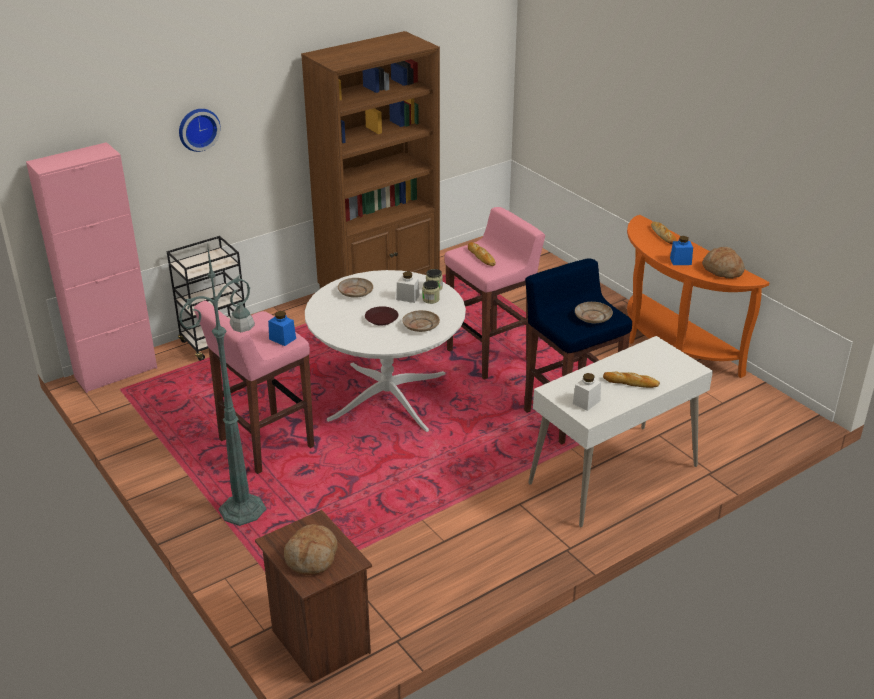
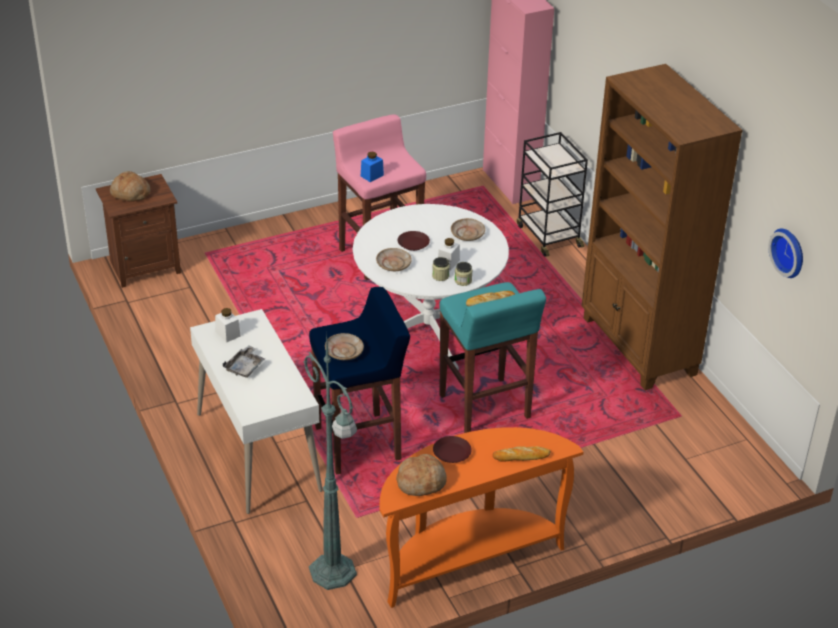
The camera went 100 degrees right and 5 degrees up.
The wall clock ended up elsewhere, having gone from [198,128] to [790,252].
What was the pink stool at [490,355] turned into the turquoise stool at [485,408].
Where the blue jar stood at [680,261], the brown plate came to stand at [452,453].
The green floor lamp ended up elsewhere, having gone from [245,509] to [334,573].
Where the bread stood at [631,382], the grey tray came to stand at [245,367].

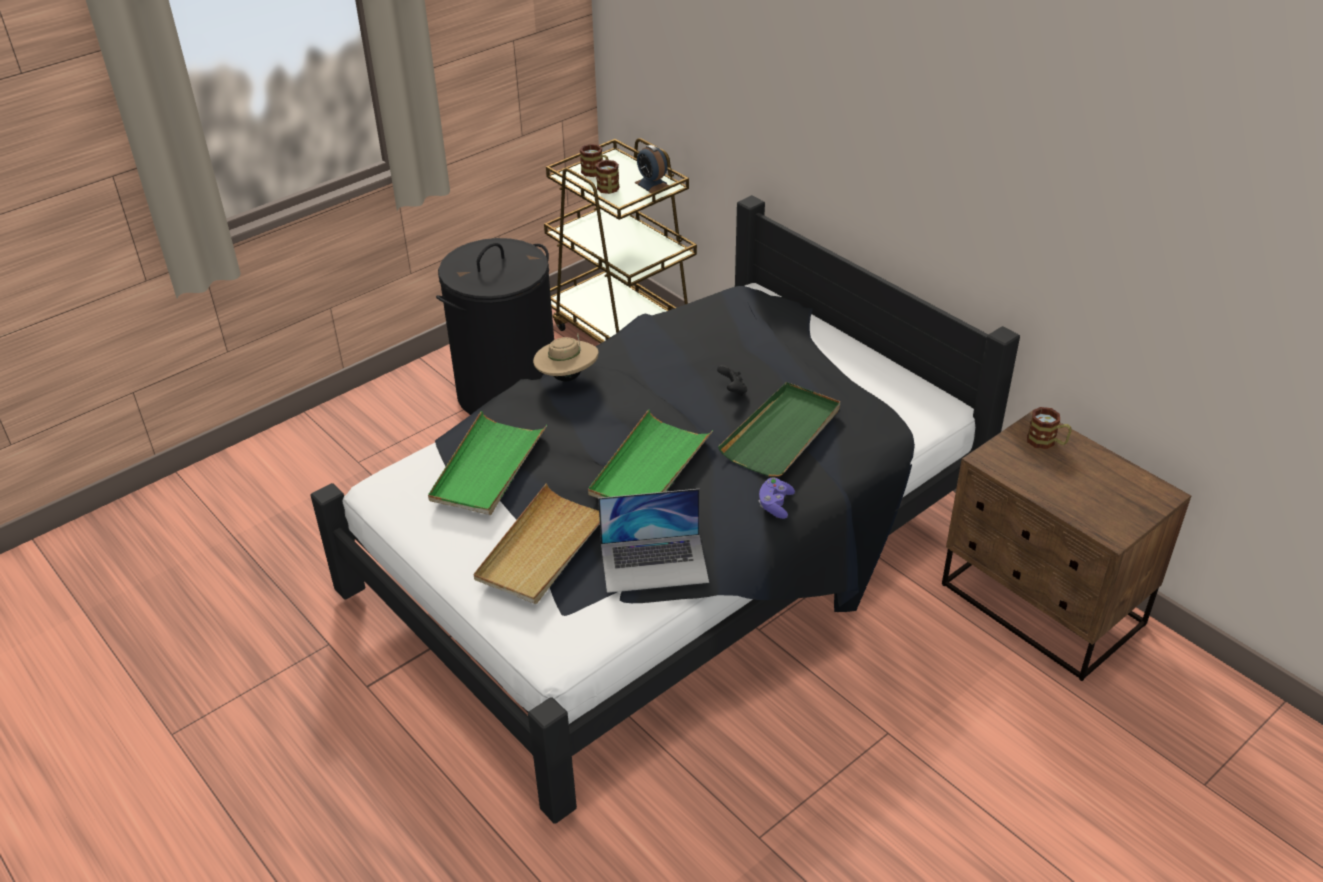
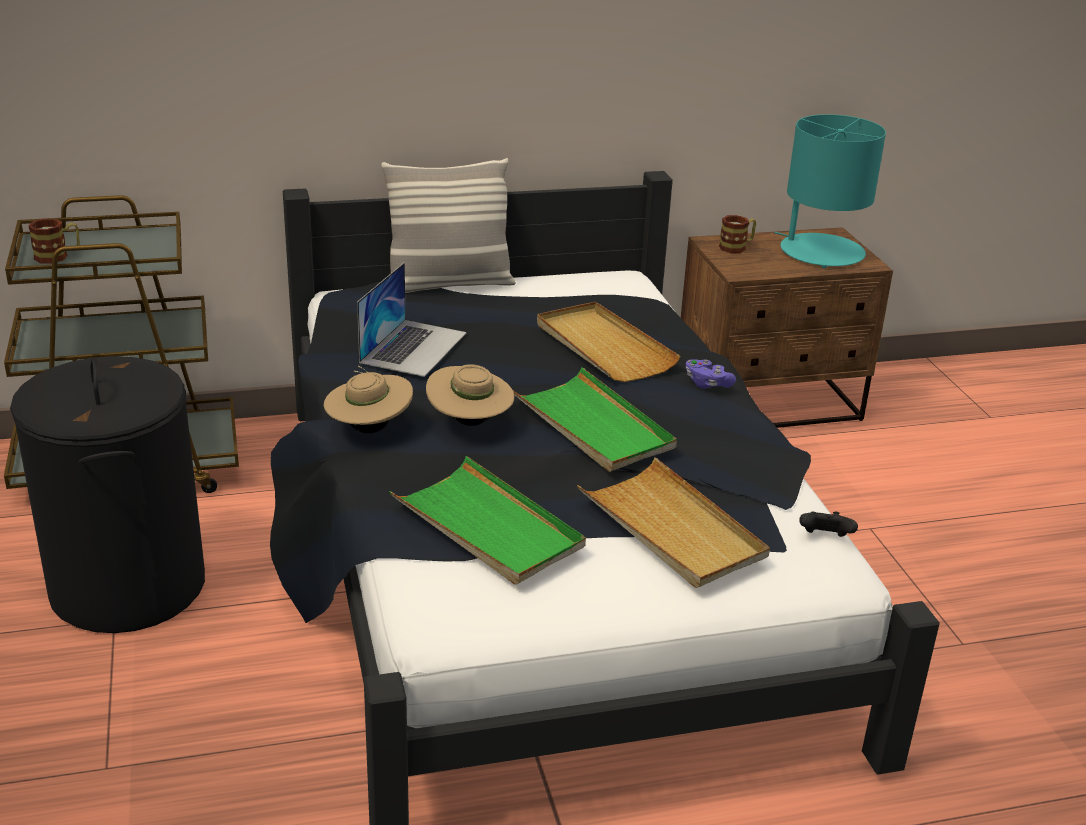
The camera went 65 degrees left and 10 degrees down.
The second view lost the alarm clock at [652,184].
The second view lost the mug at [608,190].
The black game controller ended up elsewhere, having gone from [733,390] to [824,538].
What was the green tray at [782,433] turned into the beige tray at [603,346].
The laptop ended up elsewhere, having gone from [654,562] to [413,347].
The second view gained the turquoise table lamp at [820,252].
The second view gained the pillow at [449,285].
The second view gained the beige hat at [470,422].

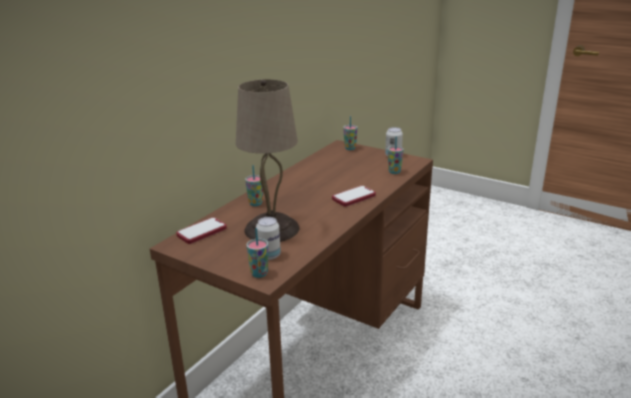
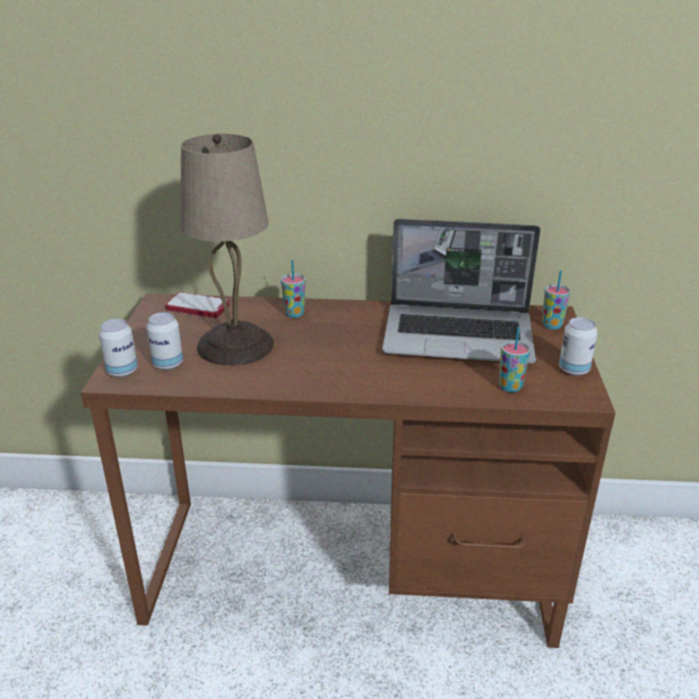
The camera went 60 degrees right and 5 degrees up.
The second view lost the phone at [353,197].
Where the cup stood at [259,273], the can came to stand at [122,371].
The second view gained the laptop at [460,336].

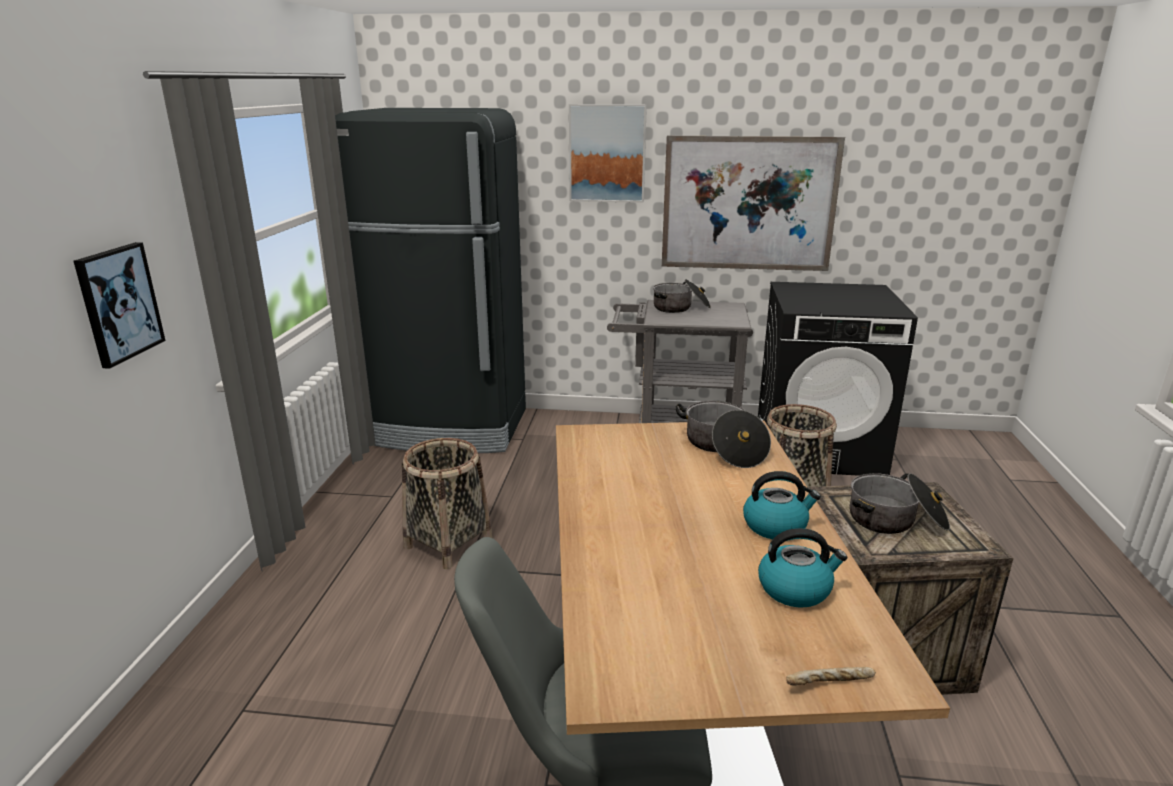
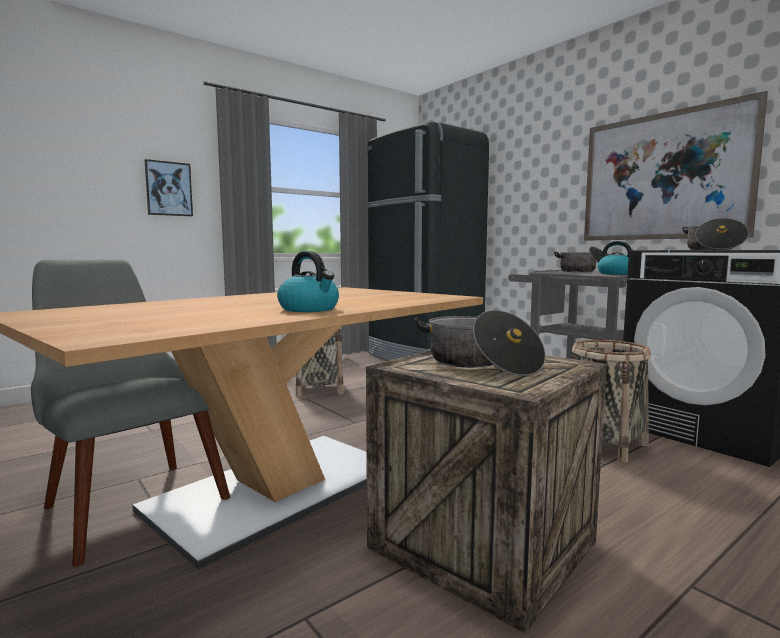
The camera went 45 degrees right and 15 degrees down.
The second view lost the picture at [607,153].
The cooking pot ended up elsewhere, having gone from [723,447] to [713,249].
The kettle ended up elsewhere, having gone from [795,589] to [616,274].
The second view lost the bread at [830,685].

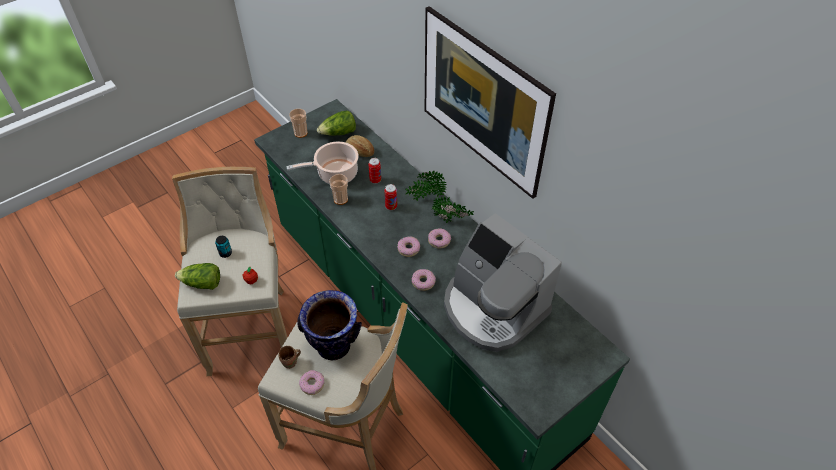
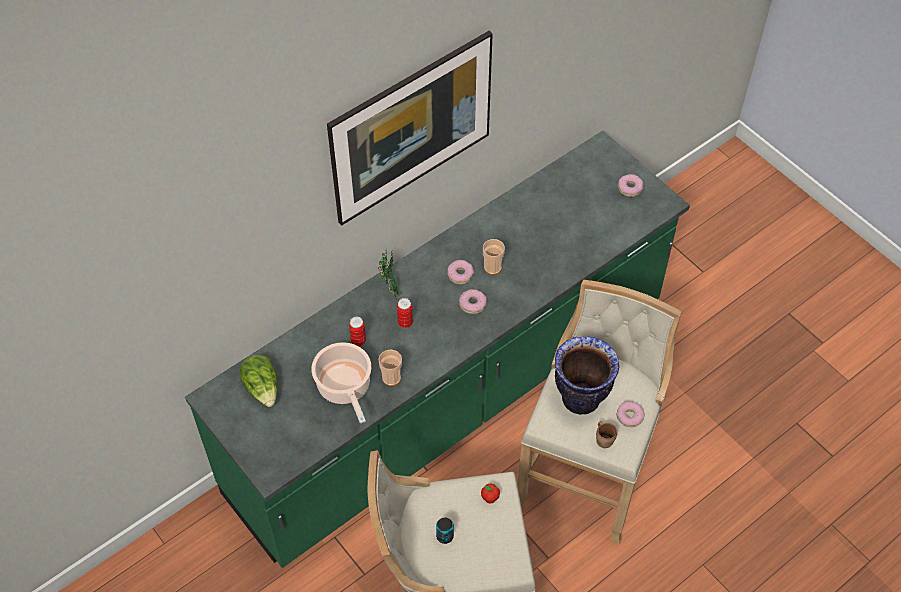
The camera went 90 degrees left and 5 degrees up.
The cup ended up elsewhere, having gone from [300,133] to [492,267].
The second view lost the bread at [359,152].
The second view lost the potted plant at [451,221].
The second view lost the coffee machine at [493,308].
The second view lost the lettuce at [202,283].
The donut ended up elsewhere, having gone from [423,282] to [629,188].

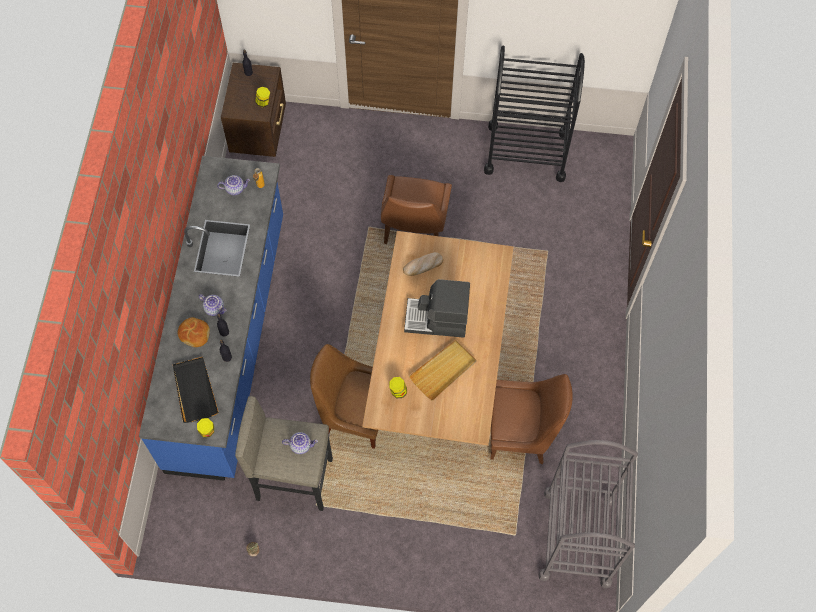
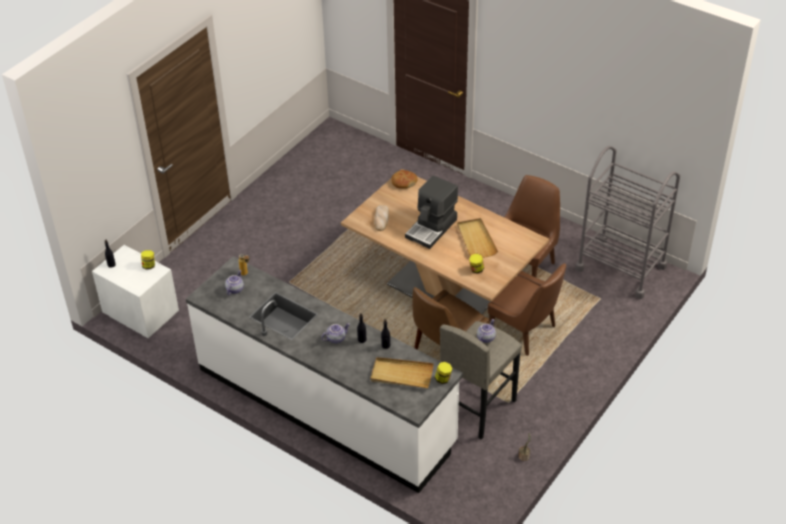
The camera went 60 degrees left and 20 degrees down.
The second view lost the black cart at [526,152].
What was the brown nightstand at [259,130] turned into the white nightstand at [141,315].
What was the blue counter at [229,341] turned into the white counter at [326,406].
The brown chair ended up elsewhere, having gone from [414,229] to [525,332].
The bread ended up elsewhere, having gone from [194,334] to [403,182].
What was the black tray at [195,390] turned into the beige tray at [401,375].

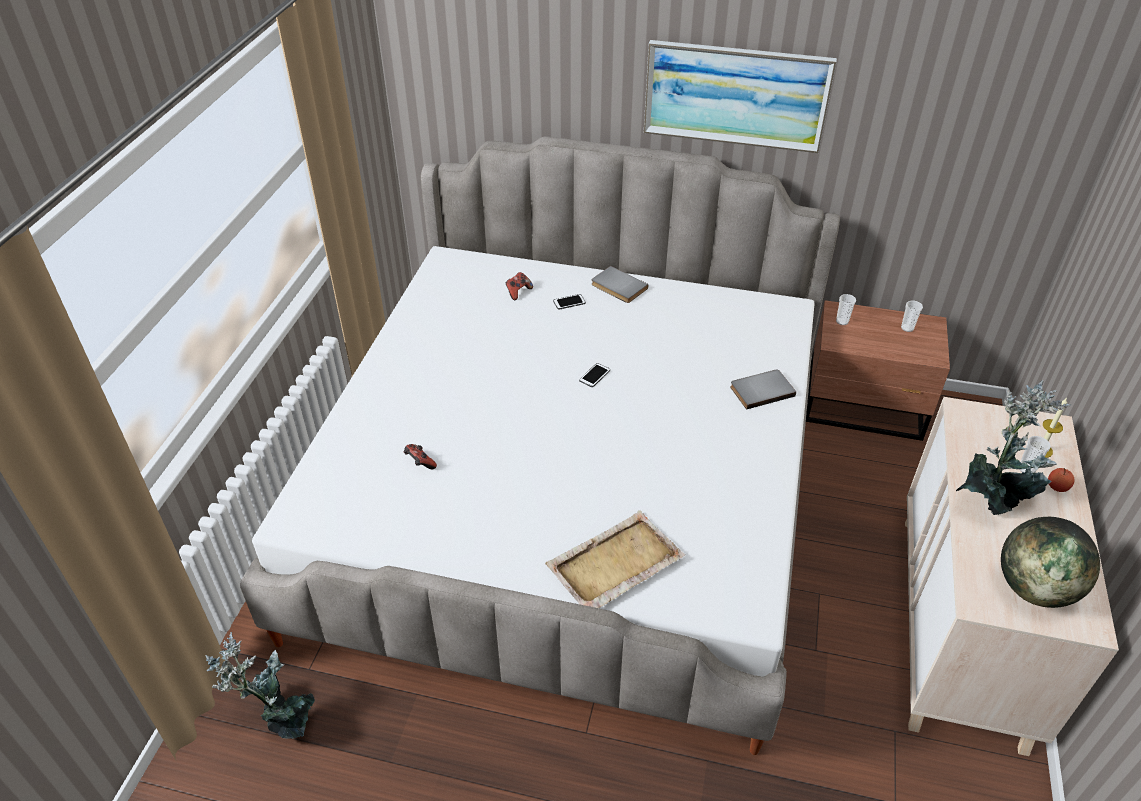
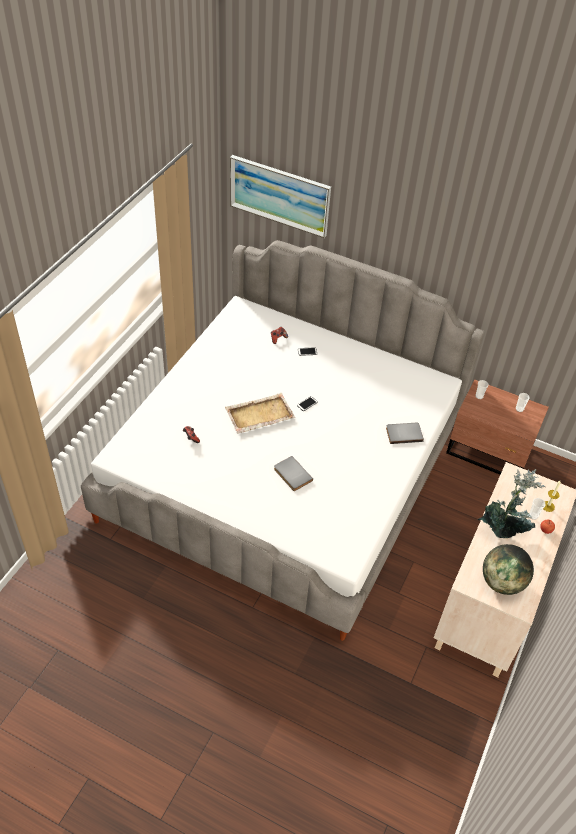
The camera went 10 degrees right and 5 degrees up.
The picture ended up elsewhere, having gone from [736,95] to [279,195].
The grey book ended up elsewhere, having gone from [618,287] to [291,475].
The beige tray ended up elsewhere, having gone from [614,564] to [259,414].
The second view lost the potted plant at [280,719].

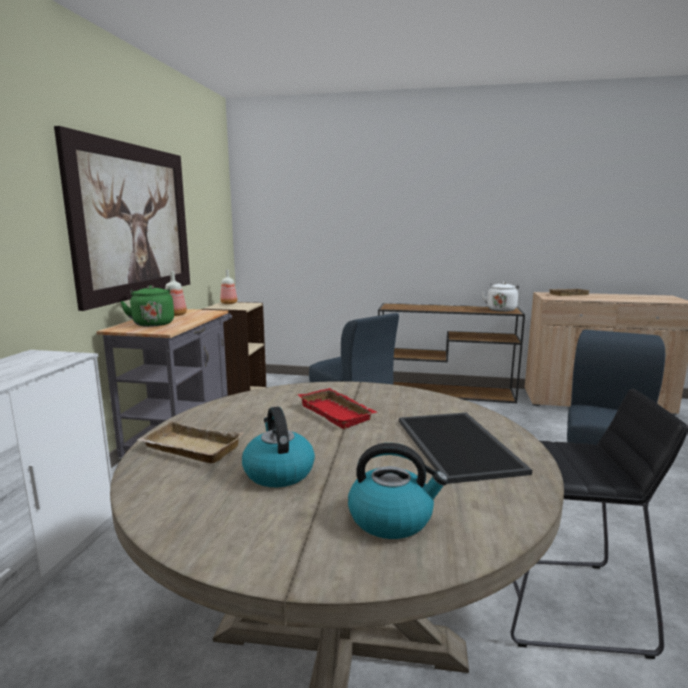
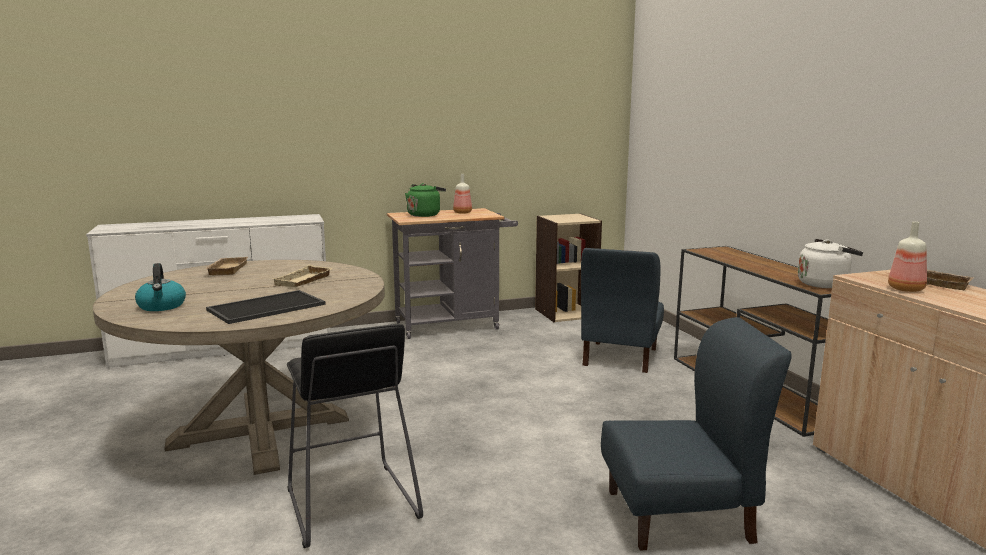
The camera went 60 degrees right and 0 degrees up.
The second view lost the picture at [134,222].
The bottle ended up elsewhere, having gone from [229,303] to [906,289].
What was the red tray at [338,413] turned into the beige tray at [304,281].
The second view lost the kettle at [278,472].

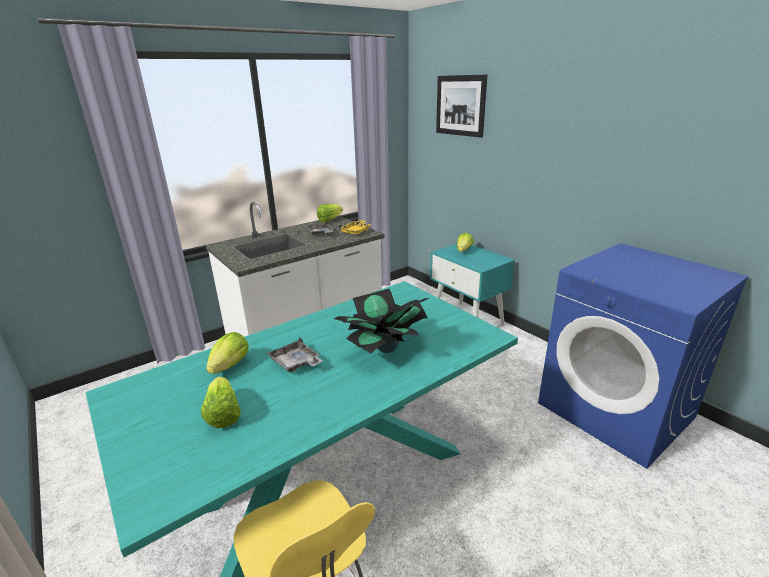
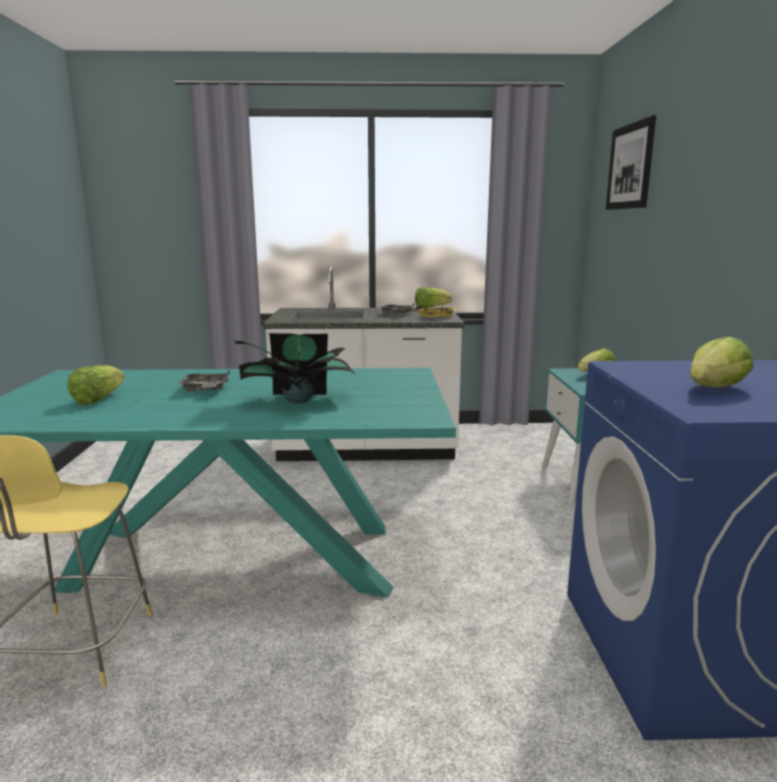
The camera went 35 degrees right and 10 degrees down.
The lettuce ended up elsewhere, having gone from [230,366] to [715,388].

